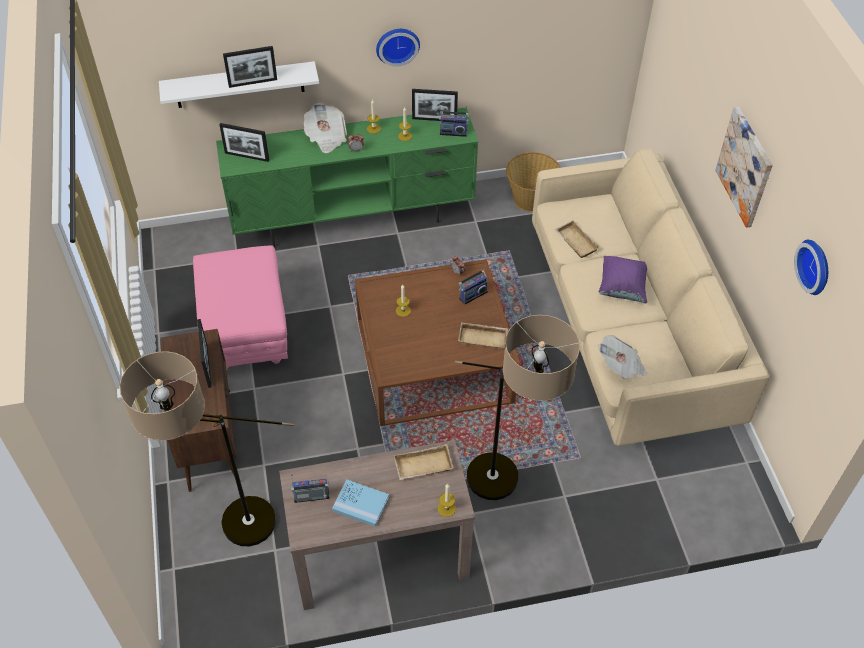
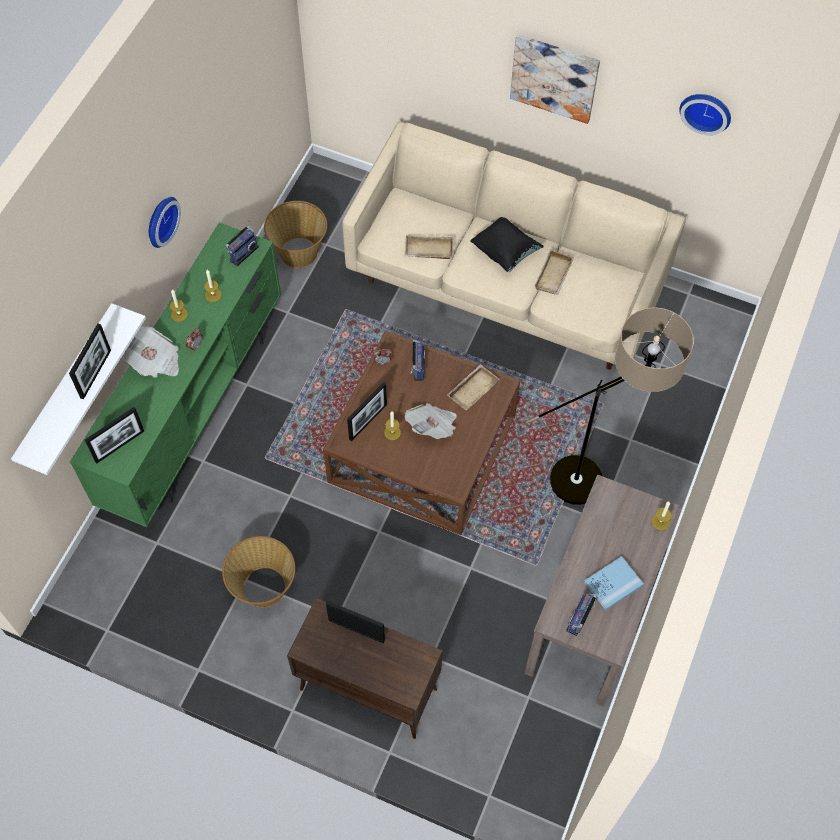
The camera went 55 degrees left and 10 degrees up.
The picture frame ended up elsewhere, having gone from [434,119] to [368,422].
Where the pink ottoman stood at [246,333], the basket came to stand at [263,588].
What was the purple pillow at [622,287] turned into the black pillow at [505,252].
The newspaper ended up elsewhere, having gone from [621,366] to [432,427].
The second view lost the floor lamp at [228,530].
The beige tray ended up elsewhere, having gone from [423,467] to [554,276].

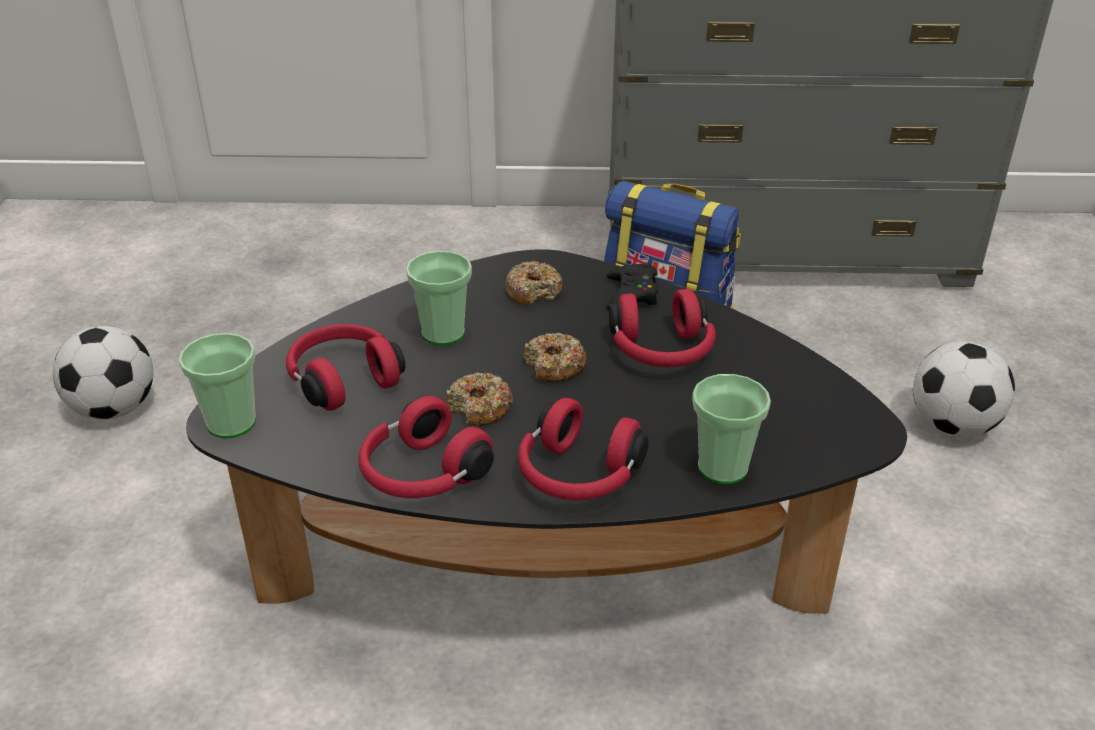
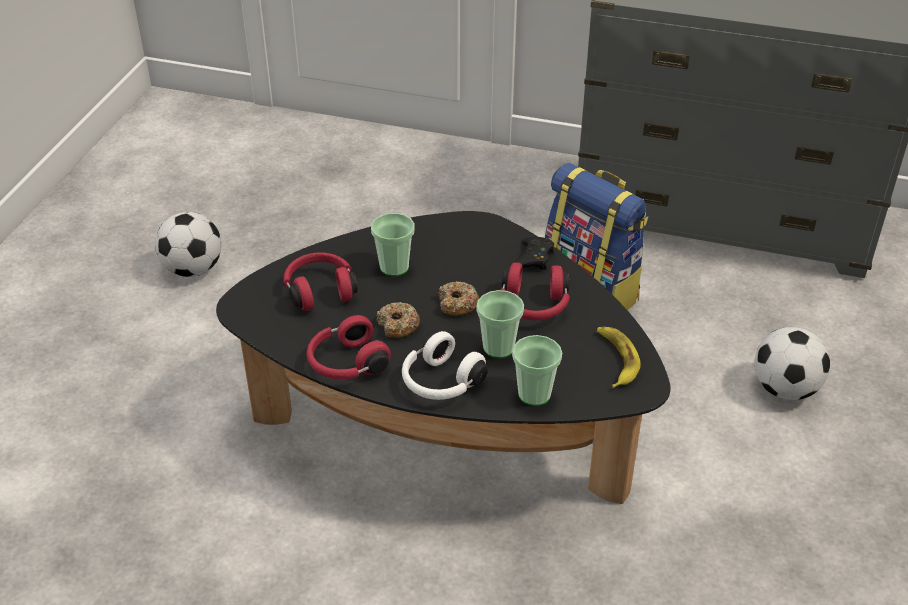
The camera went 15 degrees right and 5 degrees up.
The second view lost the donut at [533,291].
The cup ended up elsewhere, having gone from [231,423] to [498,348].
What was the red headphones at [577,476] turned into the white headphones at [440,382].
The second view gained the banana at [616,359].

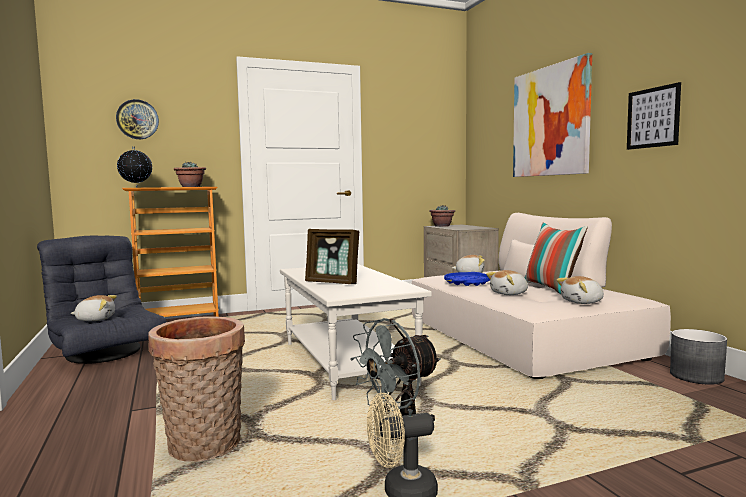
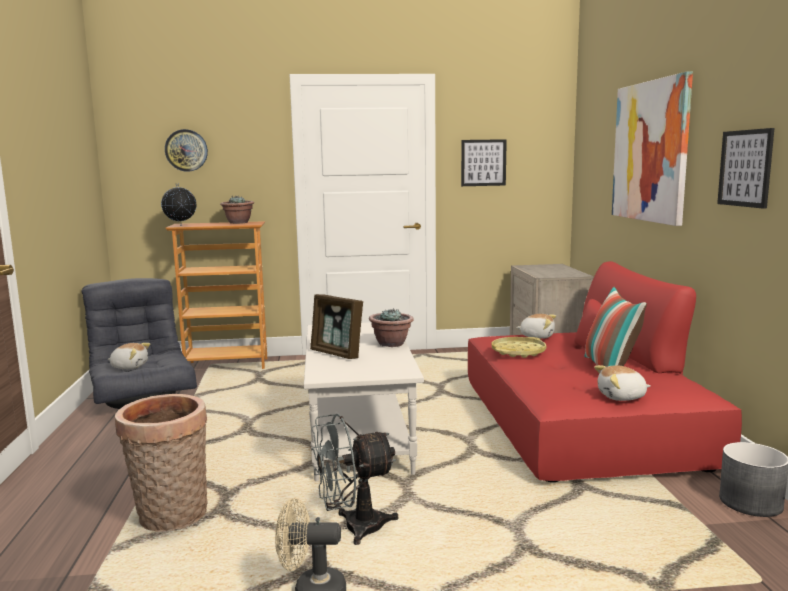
The camera went 15 degrees right and 5 degrees up.
The potted plant ended up elsewhere, having gone from [442,226] to [391,344].
What was the beige sofa at [523,338] turned into the red sofa at [580,422].
The second view lost the plush toy at [509,294].
What was the blue tray at [467,282] turned into the yellow tray at [518,351].
The second view gained the picture at [483,162].

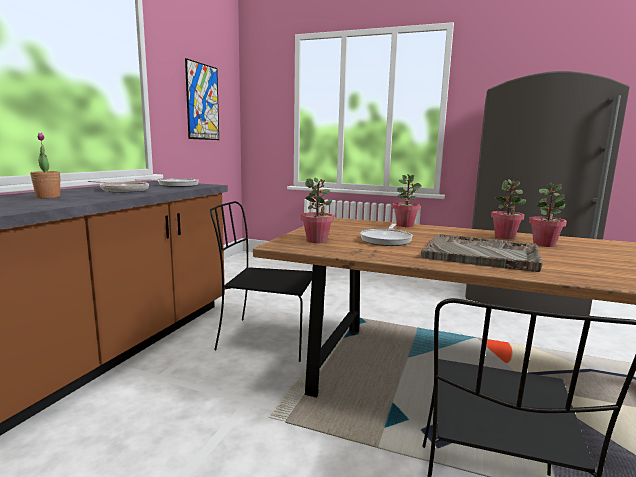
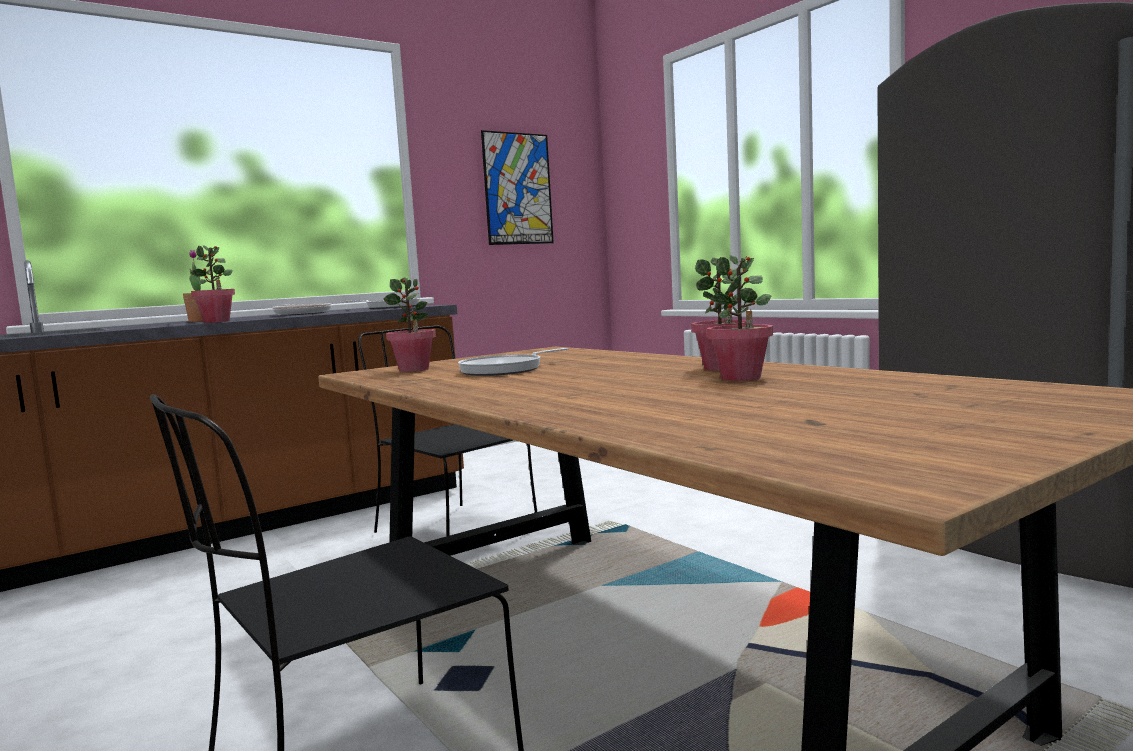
The camera went 35 degrees right and 5 degrees down.
The potted plant ended up elsewhere, having gone from [405,225] to [217,322].
The second view lost the grey tray at [482,254].

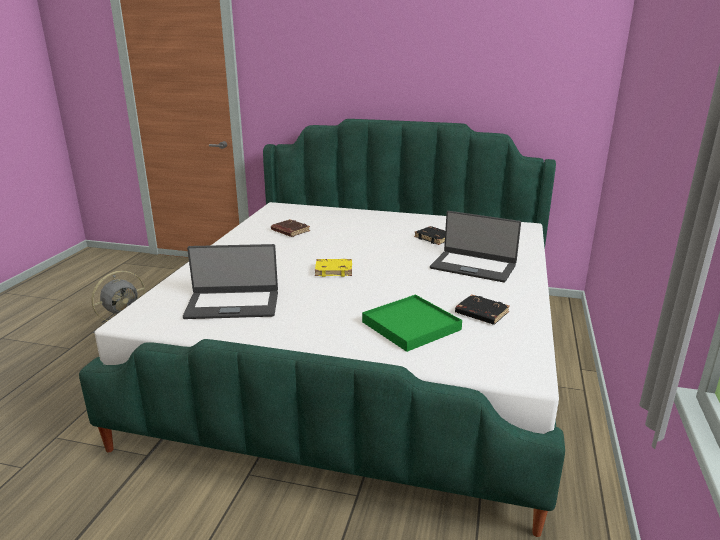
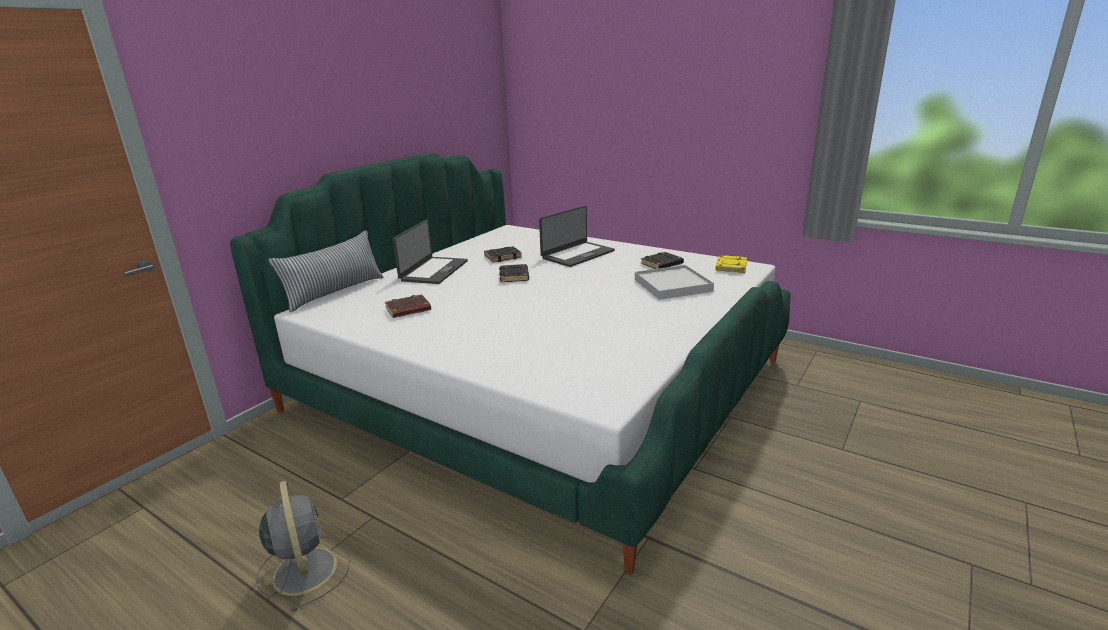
The camera went 70 degrees left and 0 degrees up.
The laptop ended up elsewhere, having gone from [233,304] to [433,271].
The yellow book ended up elsewhere, having gone from [334,270] to [730,267].
What was the green tray at [411,325] turned into the white tray at [672,285].
The second view gained the pillow at [335,292].
The second view gained the black book at [515,276].

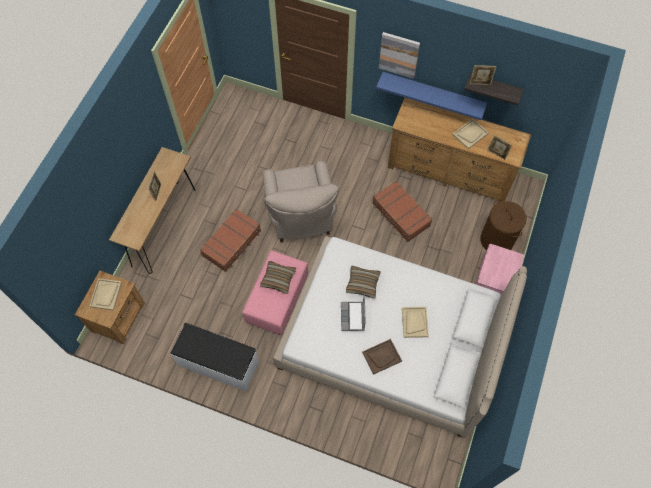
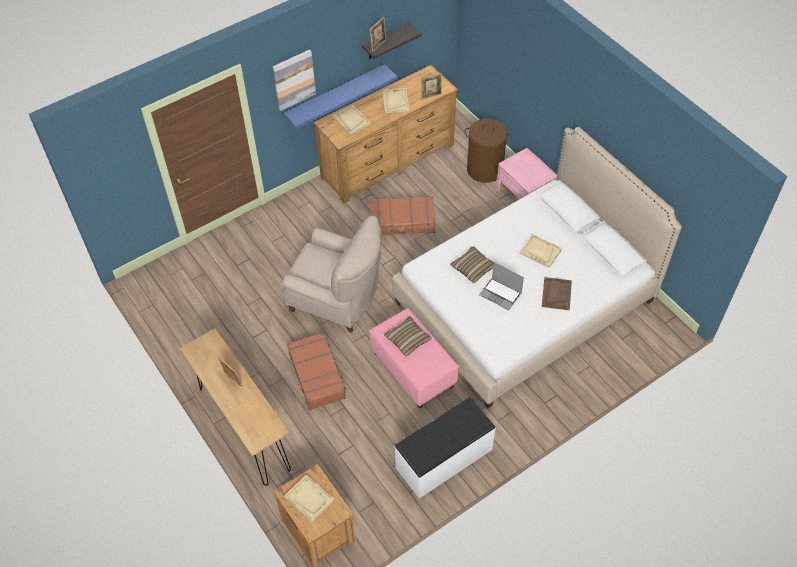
The camera went 55 degrees left and 10 degrees down.
The second view gained the beige tray at [351,121].

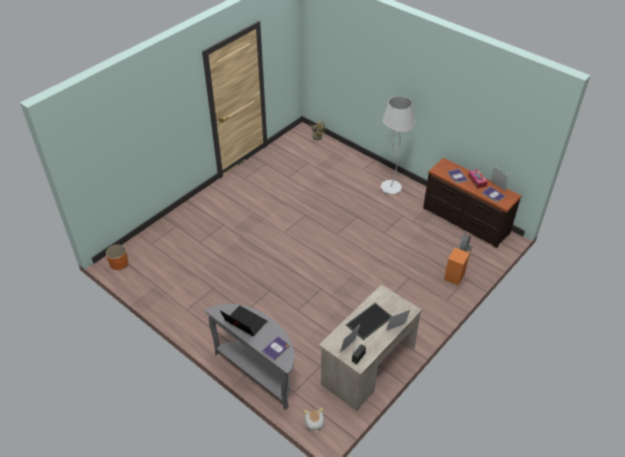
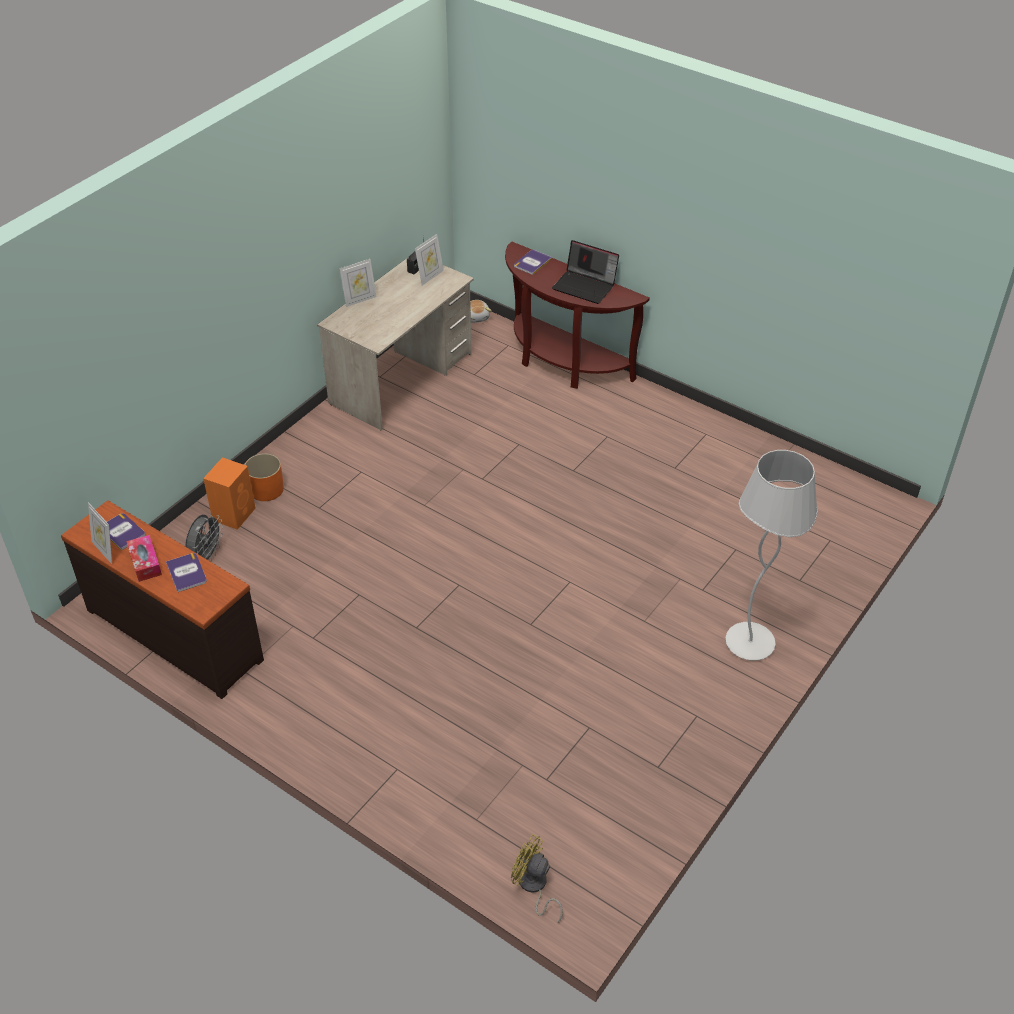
The camera went 175 degrees right and 0 degrees up.
The white floor lamp ended up elsewhere, having gone from [391,188] to [750,643].
The orange planter ended up elsewhere, having gone from [119,263] to [266,489].
The second view lost the tray at [369,320].
What was the grey console table at [259,372] turned into the brown console table at [563,363].

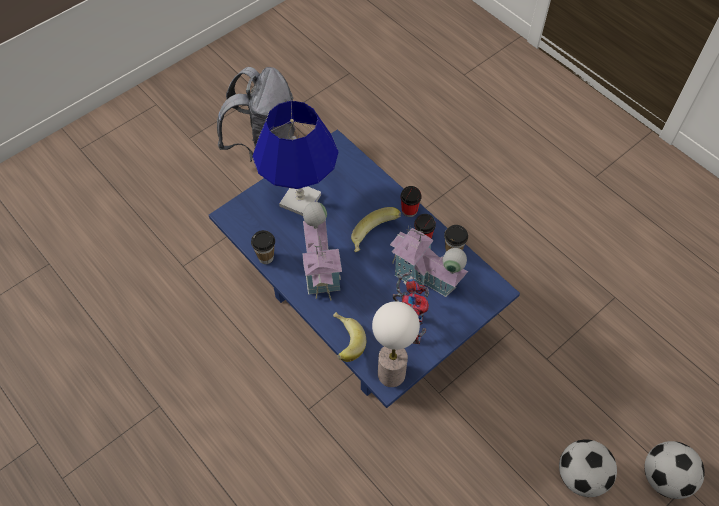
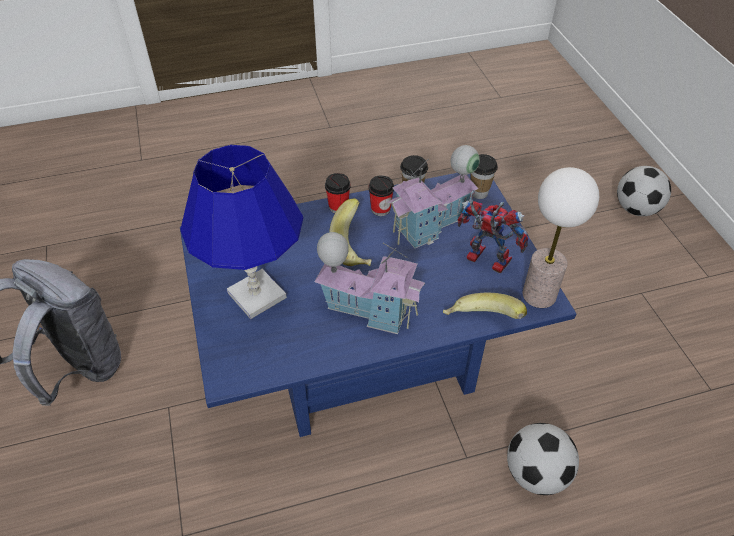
The camera went 65 degrees left and 10 degrees down.
The cup ended up elsewhere, having gone from [266,257] to [479,193].
The football ended up elsewhere, having gone from [581,475] to [536,473].

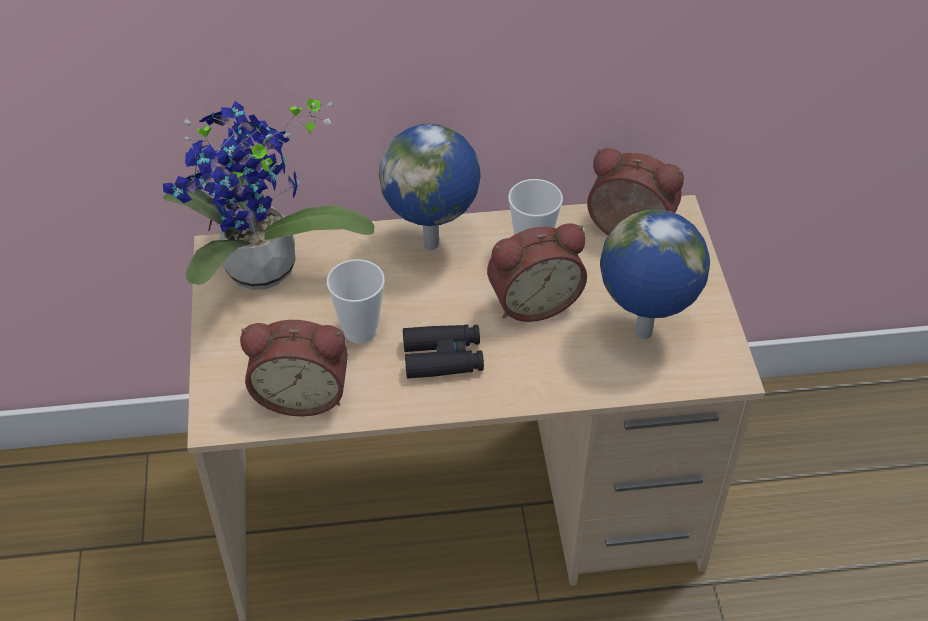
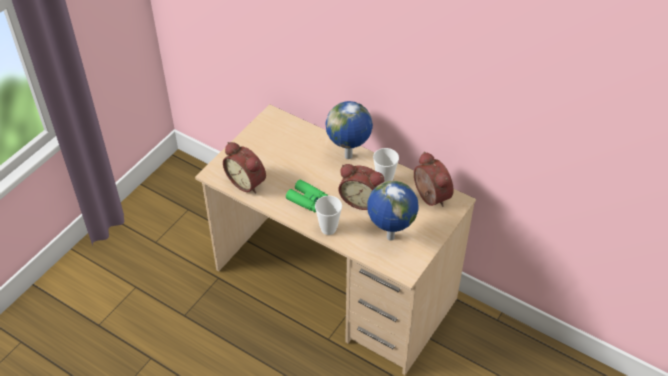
The camera went 40 degrees right and 0 degrees up.
The second view lost the potted plant at [260,275].
The cup ended up elsewhere, having gone from [360,331] to [328,228].
What was the black binoculars at [443,358] turned into the green binoculars at [307,200].

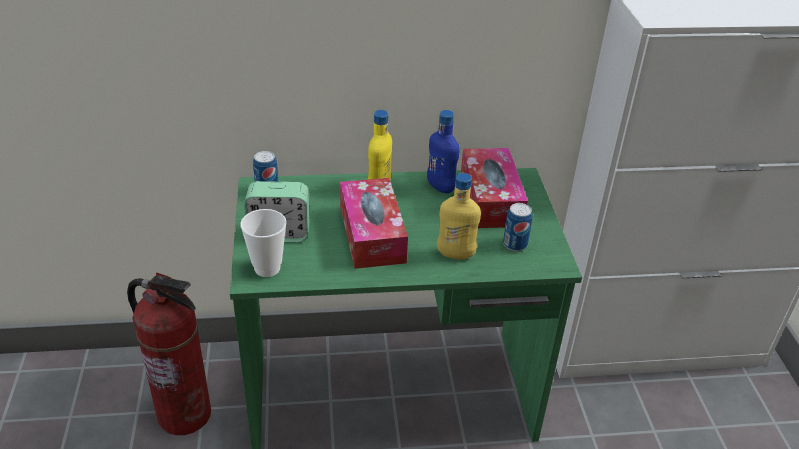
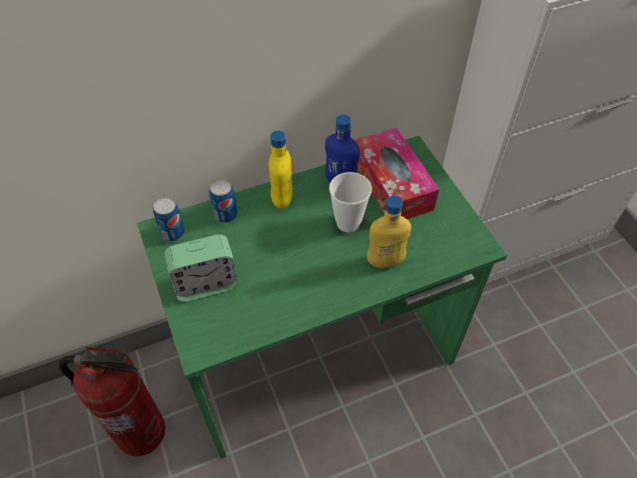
The camera went 15 degrees left and 15 degrees up.
The second view lost the tissue box at [372,234].
The can ended up elsewhere, having gone from [515,244] to [226,215].
The cup ended up elsewhere, having gone from [267,268] to [348,223].

